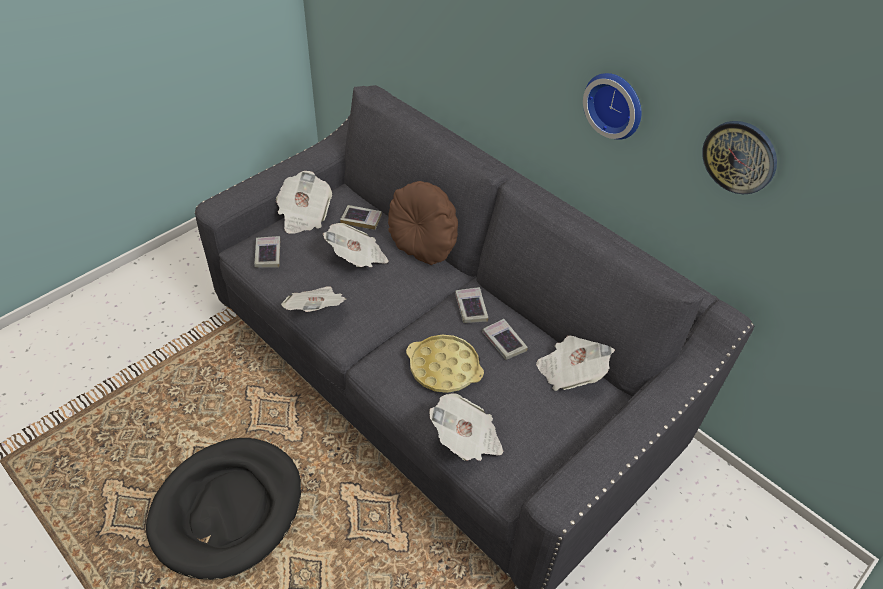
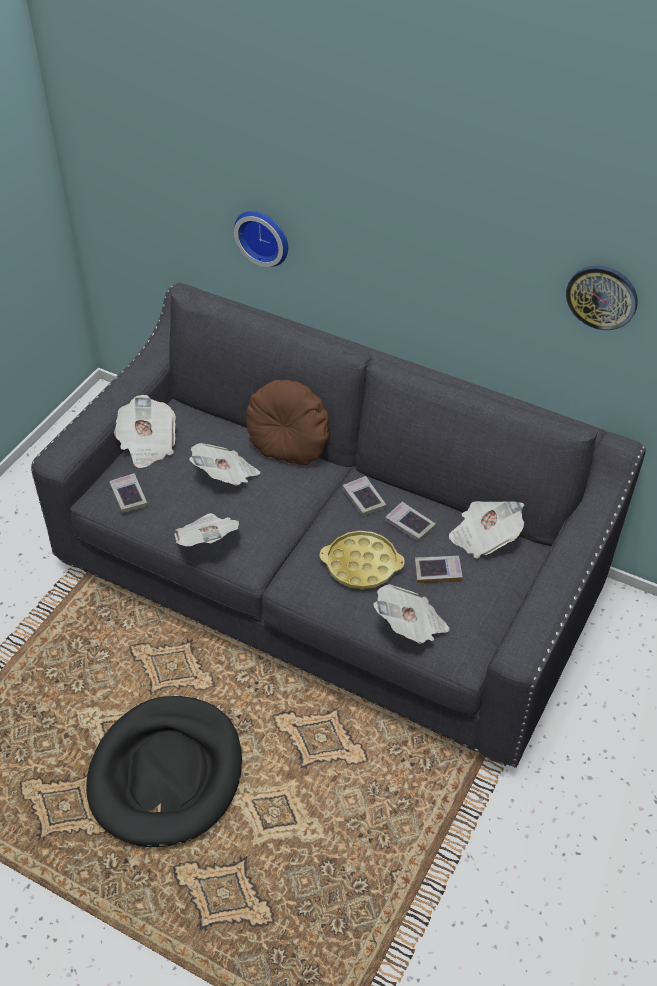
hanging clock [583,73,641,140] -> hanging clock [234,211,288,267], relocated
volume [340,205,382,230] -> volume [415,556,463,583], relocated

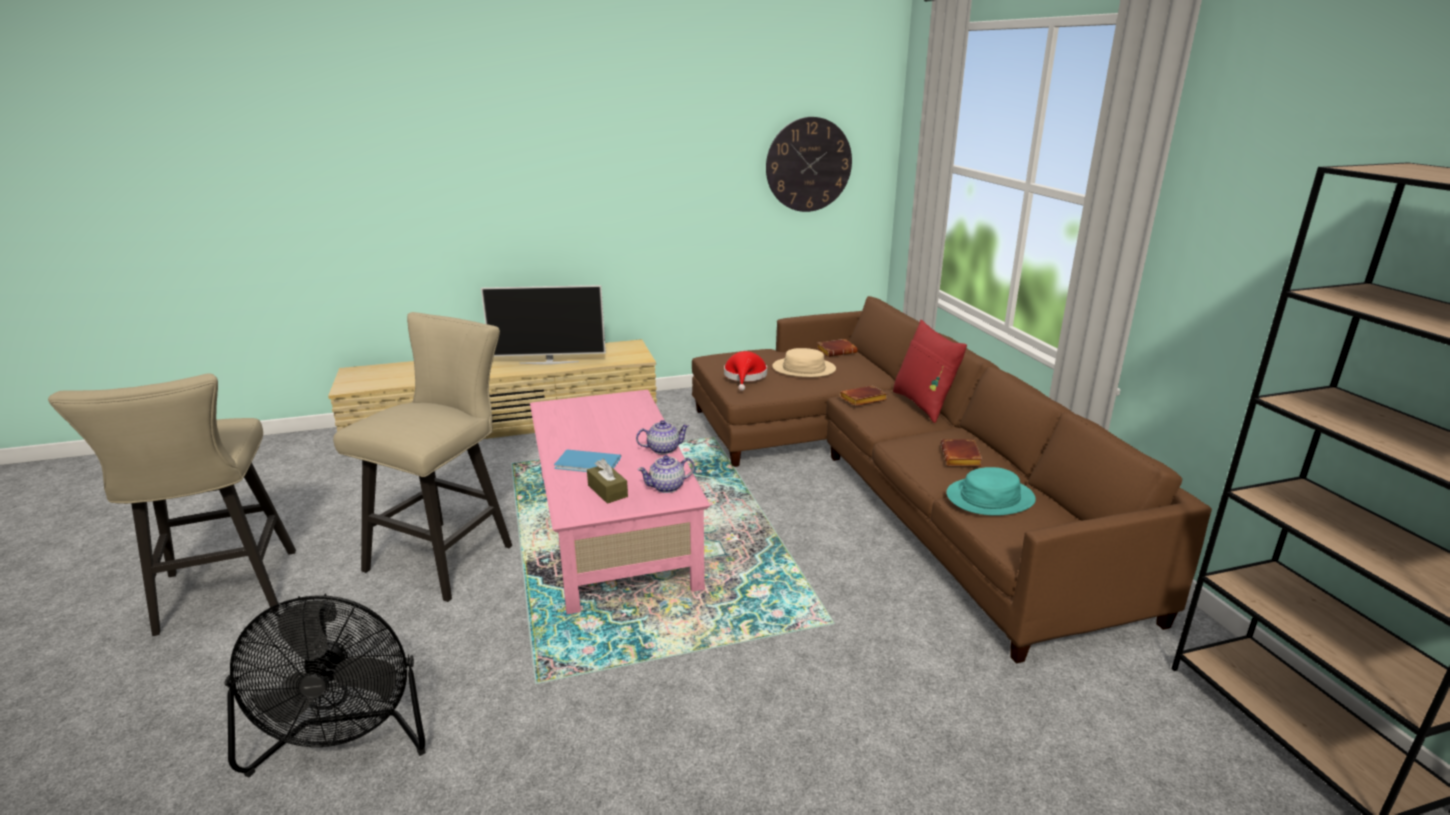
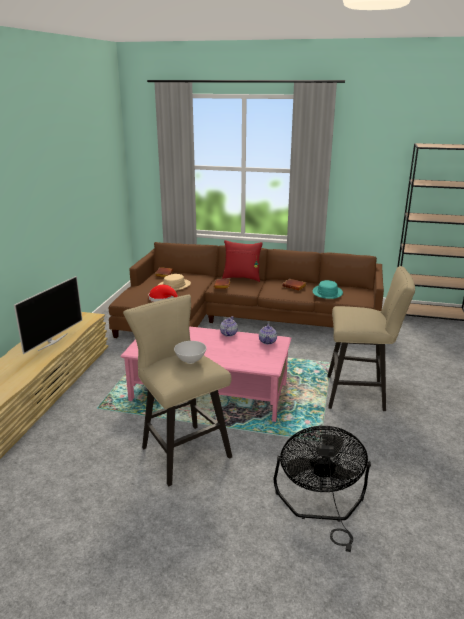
none -> whitish bowl [174,341,206,364]
black fan [224,593,426,778] -> black fan [274,426,371,552], 105 degrees counterclockwise
sand-coloured stool [48,373,296,636] -> sand-coloured stool [327,266,415,411], relocated
blue-coloured volume [554,450,621,472] -> none
brown-coloured box of tissues [587,459,628,504] -> none
hanging clock [766,117,852,212] -> none

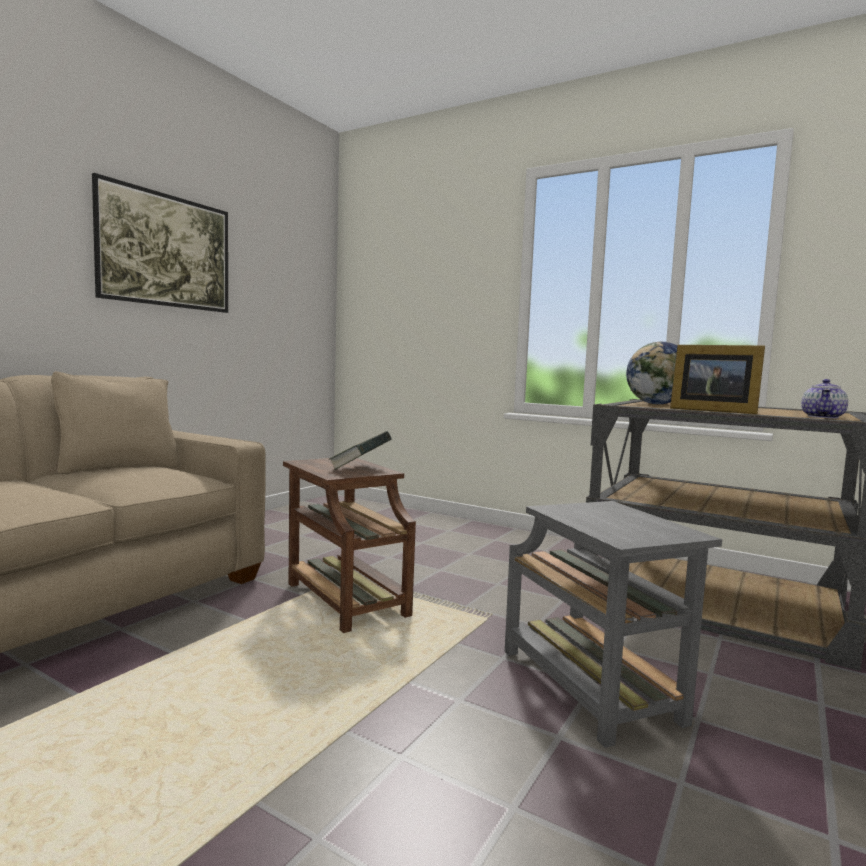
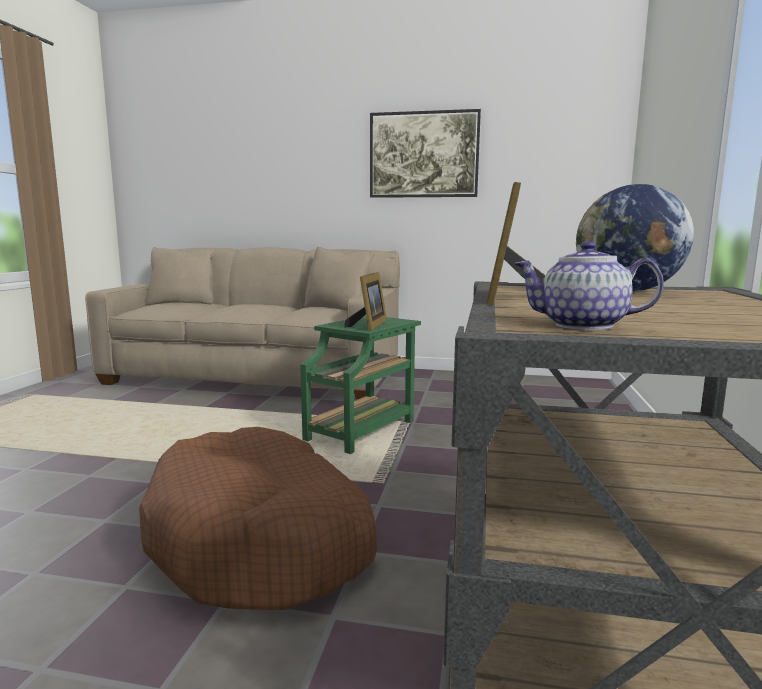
greyish end table [505,501,722,748] -> brown-coloured dog bed [139,427,377,610]
brown-coloured end table [283,458,416,633] -> green-coloured end table [300,316,421,454]
volume [328,431,391,470] -> picture frame [344,272,387,331]

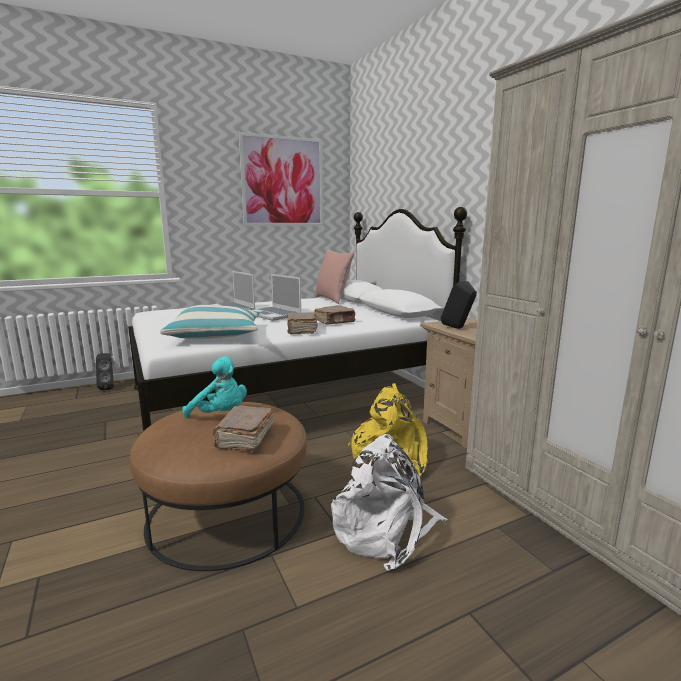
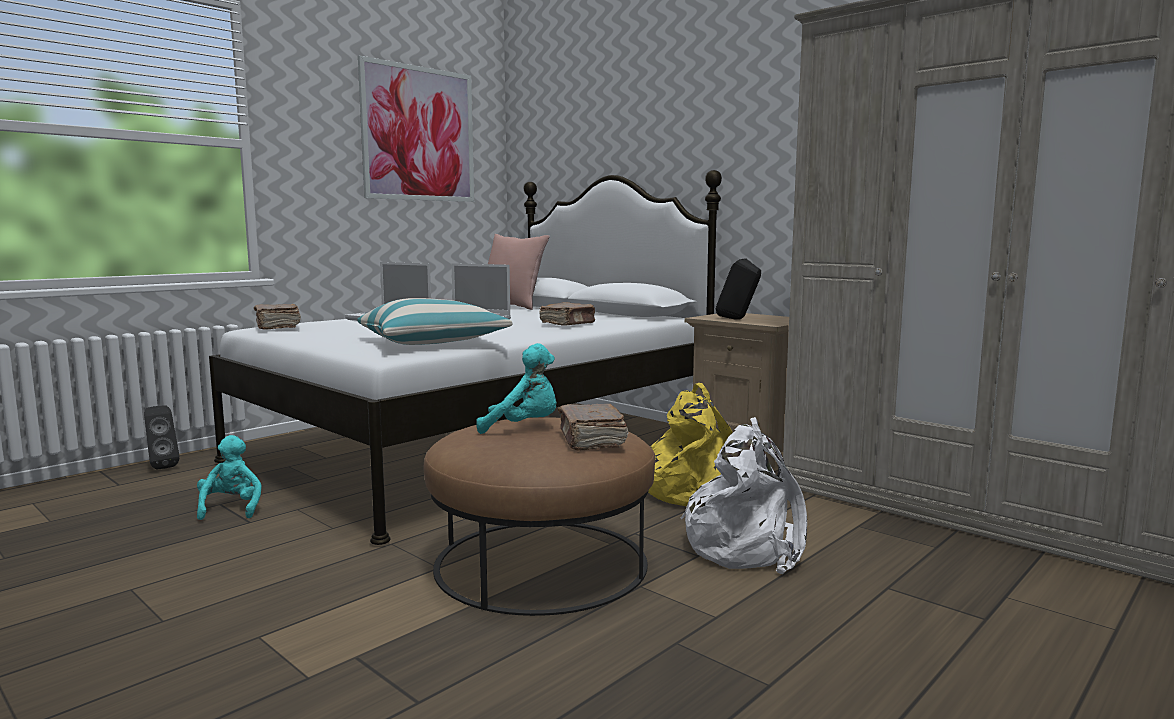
none -> turquoise plush toy [197,435,262,520]
brown-coloured volume [287,312,318,334] -> brown-coloured volume [254,304,301,330], relocated

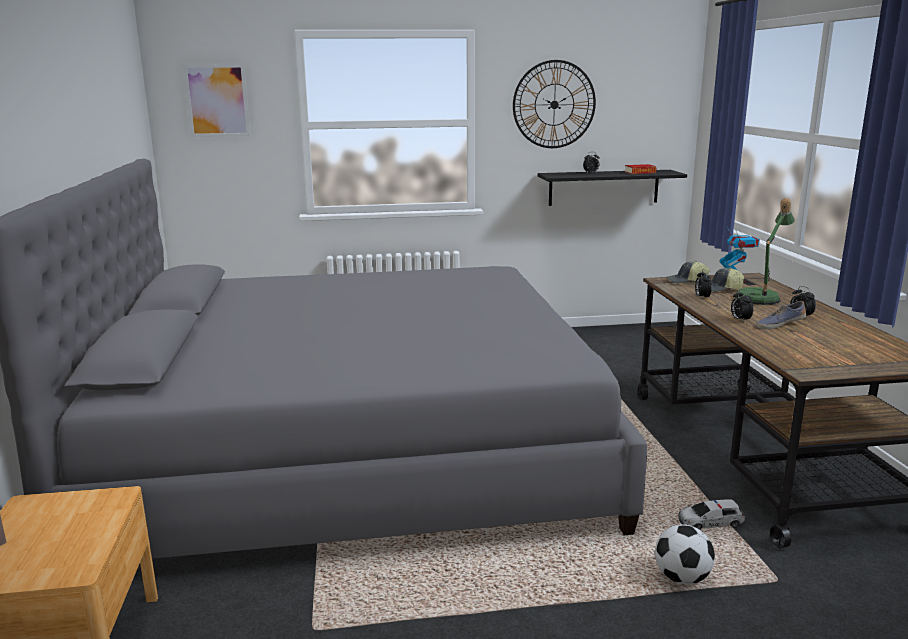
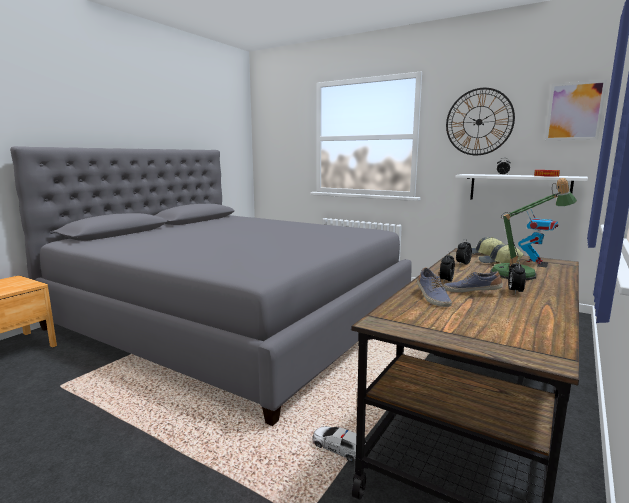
none -> shoe [417,267,452,307]
black bracket shelf [538,170,687,206] -> whitish bracket shelf [455,174,588,199]
wall picture [183,64,250,137] -> wall picture [545,80,607,140], relocated
ball for football [655,524,715,584] -> none

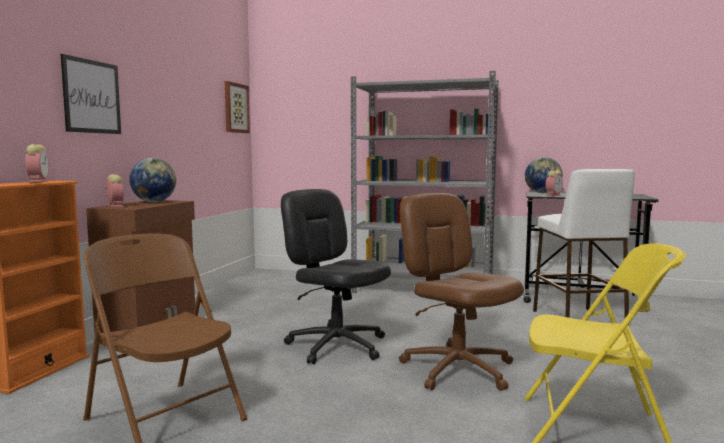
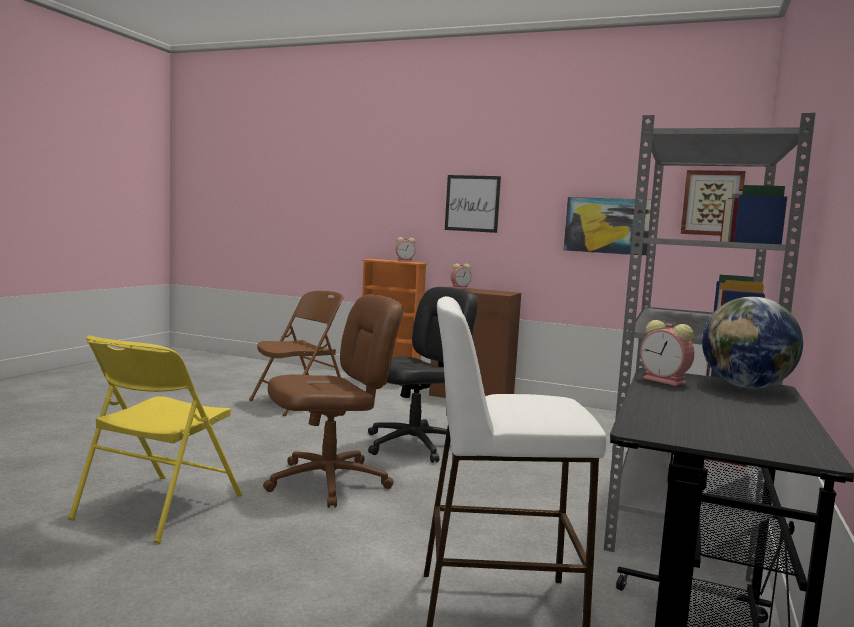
none -> wall picture [563,197,652,256]
desk globe [129,158,176,202] -> none

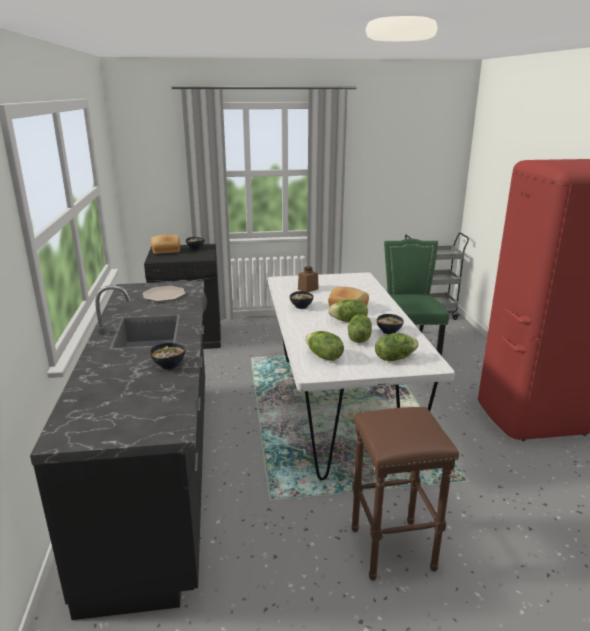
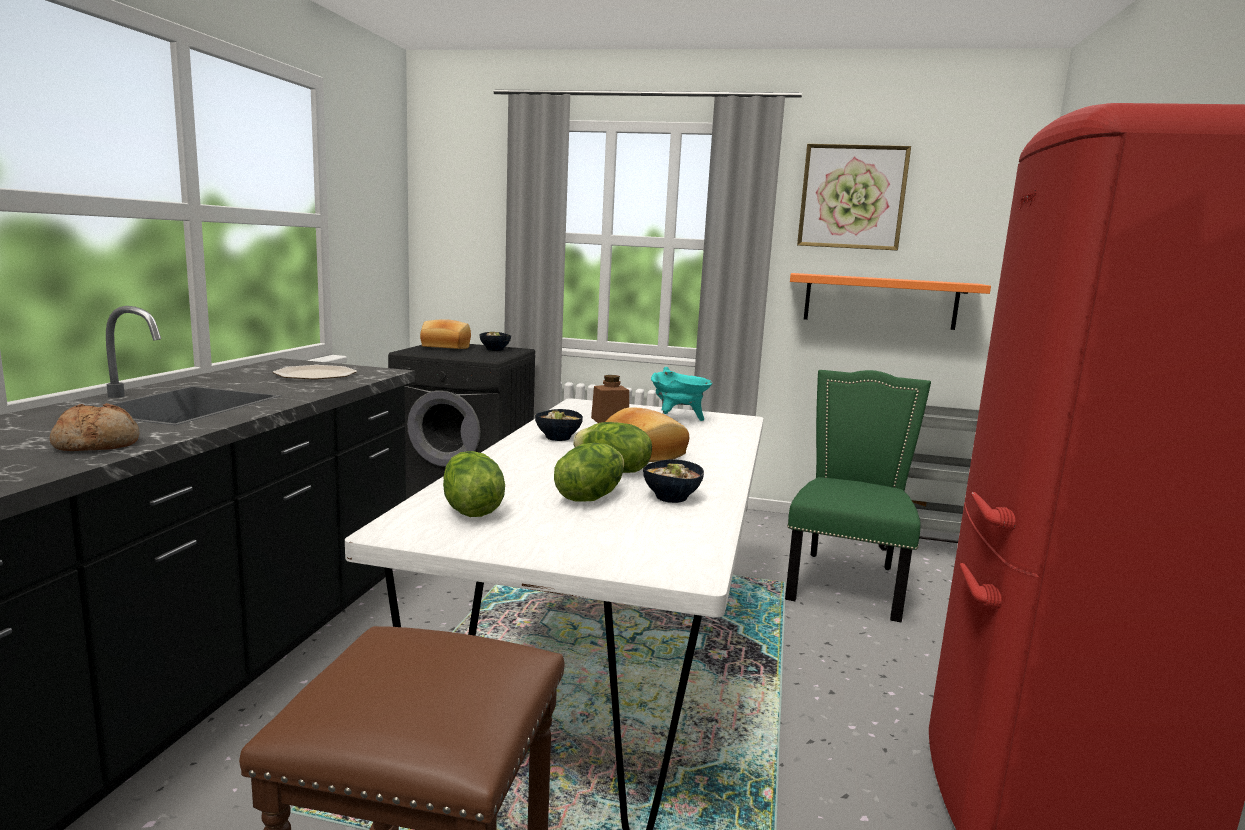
bowl [150,343,185,369] -> bread [50,403,139,451]
none -> turquoise stockpot [651,367,713,421]
none -> orange bracket shelf [790,273,991,330]
none -> wall picture [797,144,911,250]
lettuce head [375,333,419,361] -> none

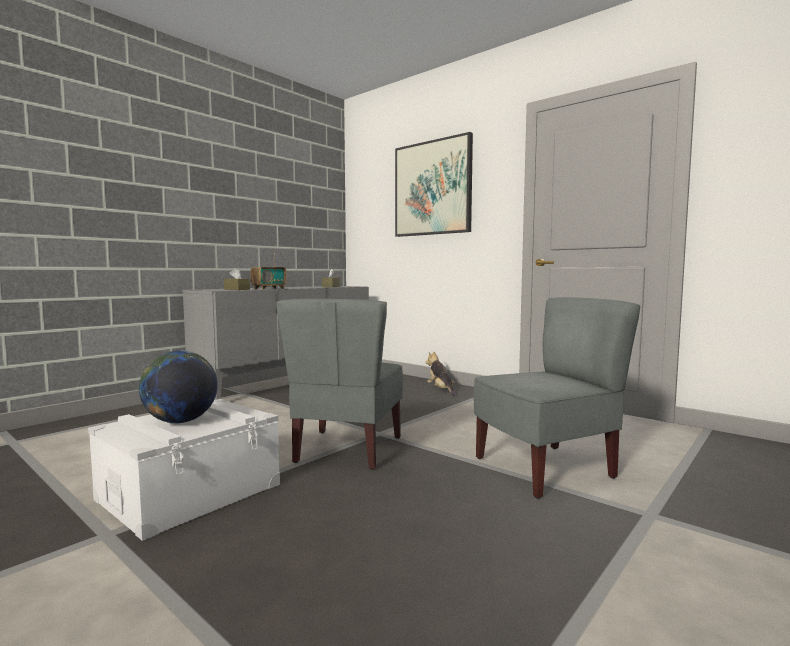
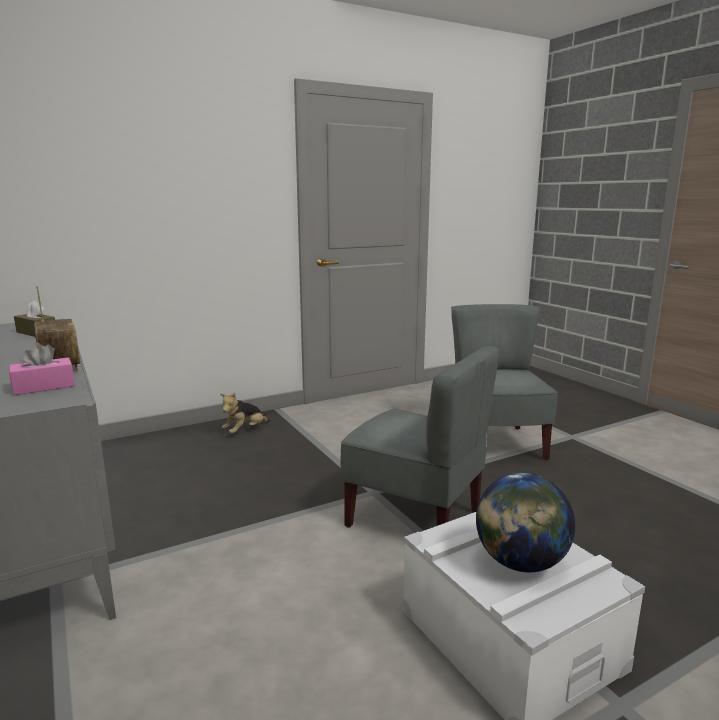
brown-coloured box of tissues [224,268,250,290] -> pink box of tissues [9,343,75,395]
plush toy [426,351,457,397] -> plush toy [220,393,270,433], 45 degrees counterclockwise
wall picture [395,132,473,237] -> none

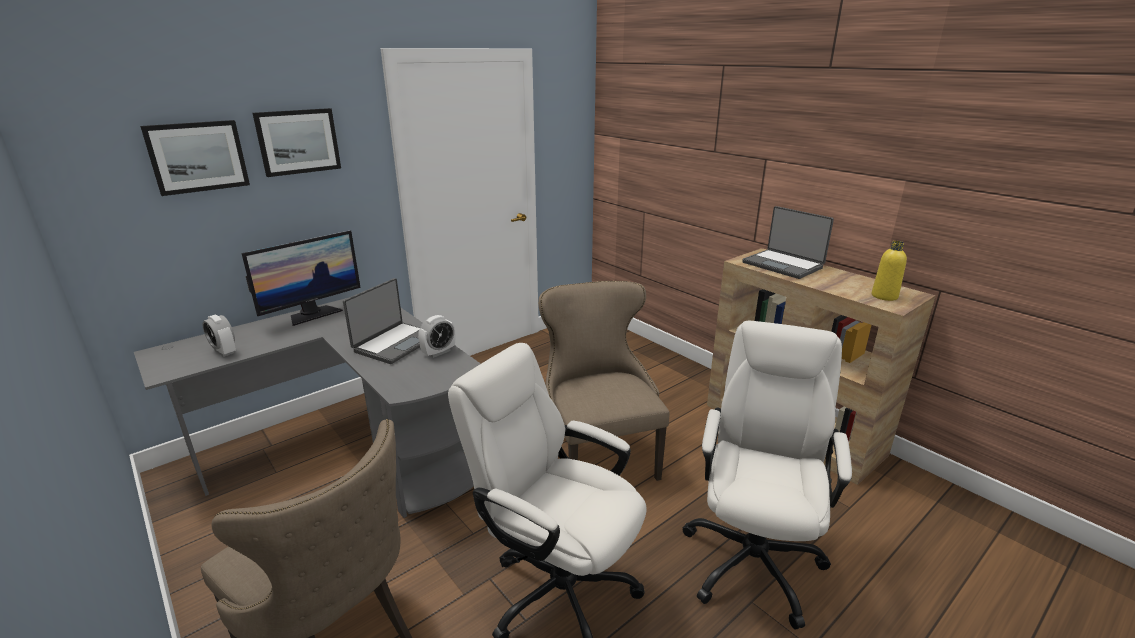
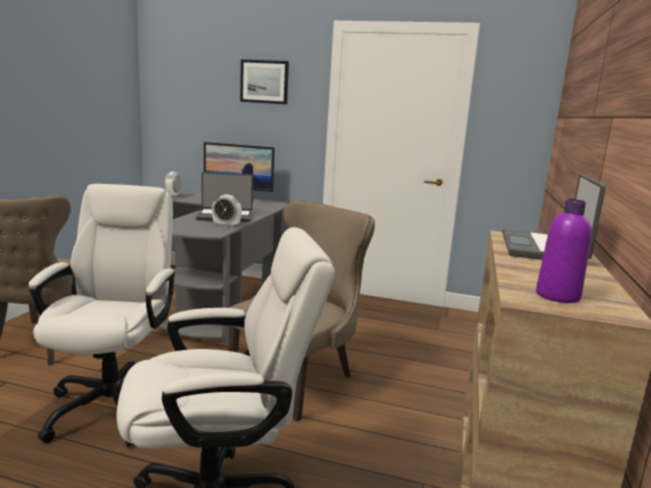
yellowish bottle [872,241,907,301] -> purple bottle [536,199,592,303]
wall picture [140,120,250,196] -> none

